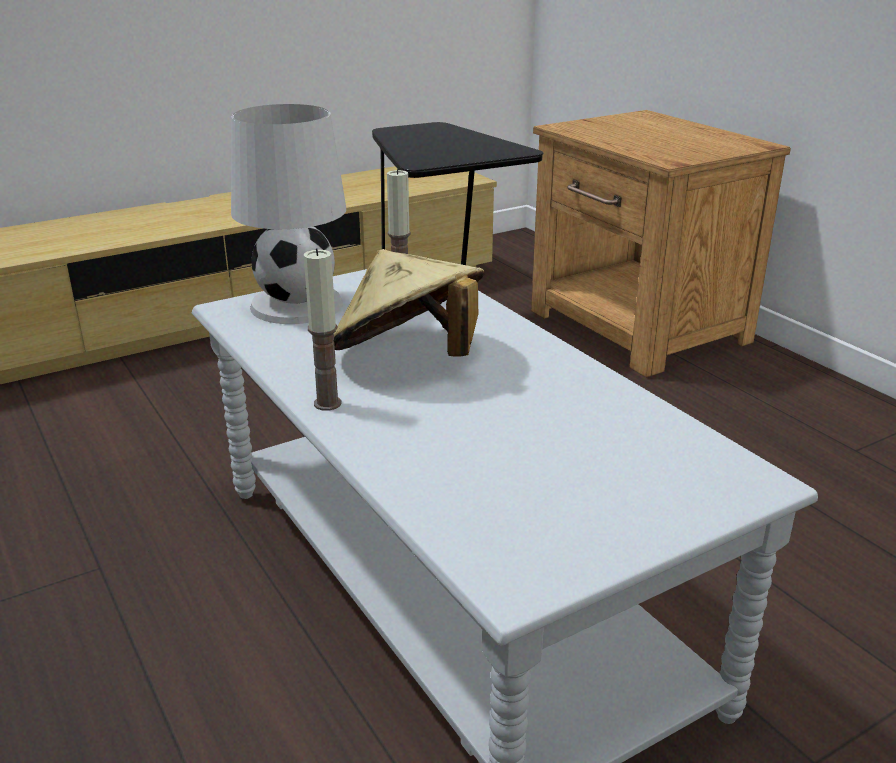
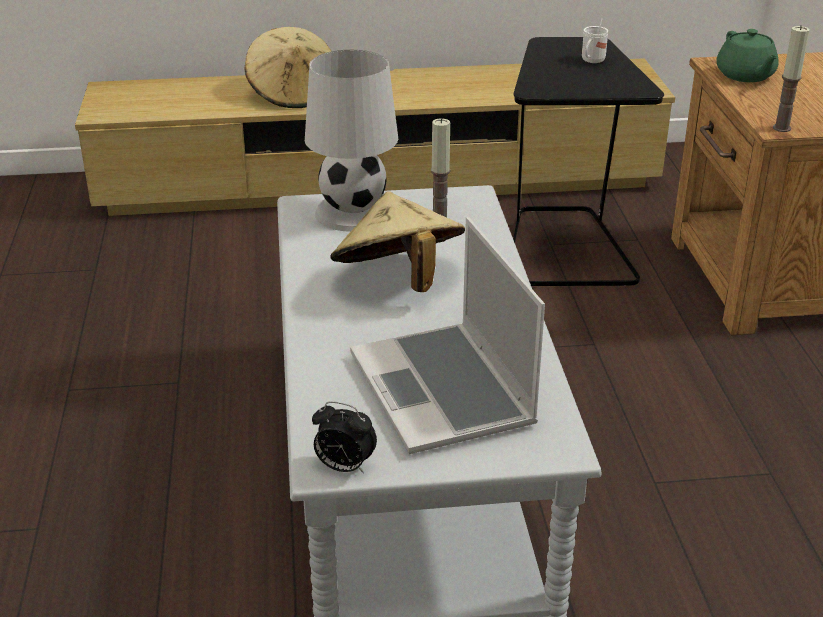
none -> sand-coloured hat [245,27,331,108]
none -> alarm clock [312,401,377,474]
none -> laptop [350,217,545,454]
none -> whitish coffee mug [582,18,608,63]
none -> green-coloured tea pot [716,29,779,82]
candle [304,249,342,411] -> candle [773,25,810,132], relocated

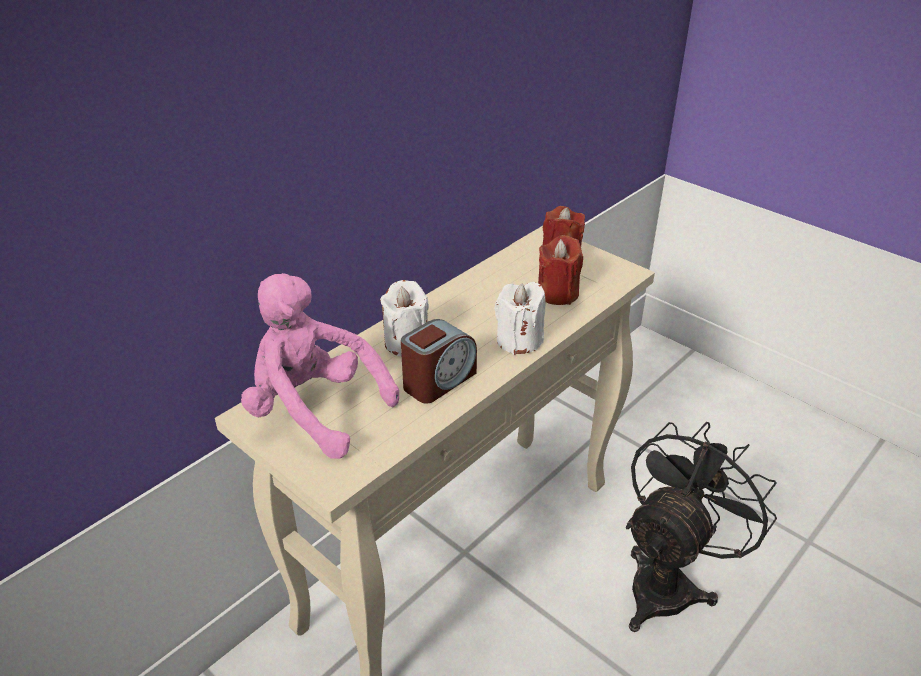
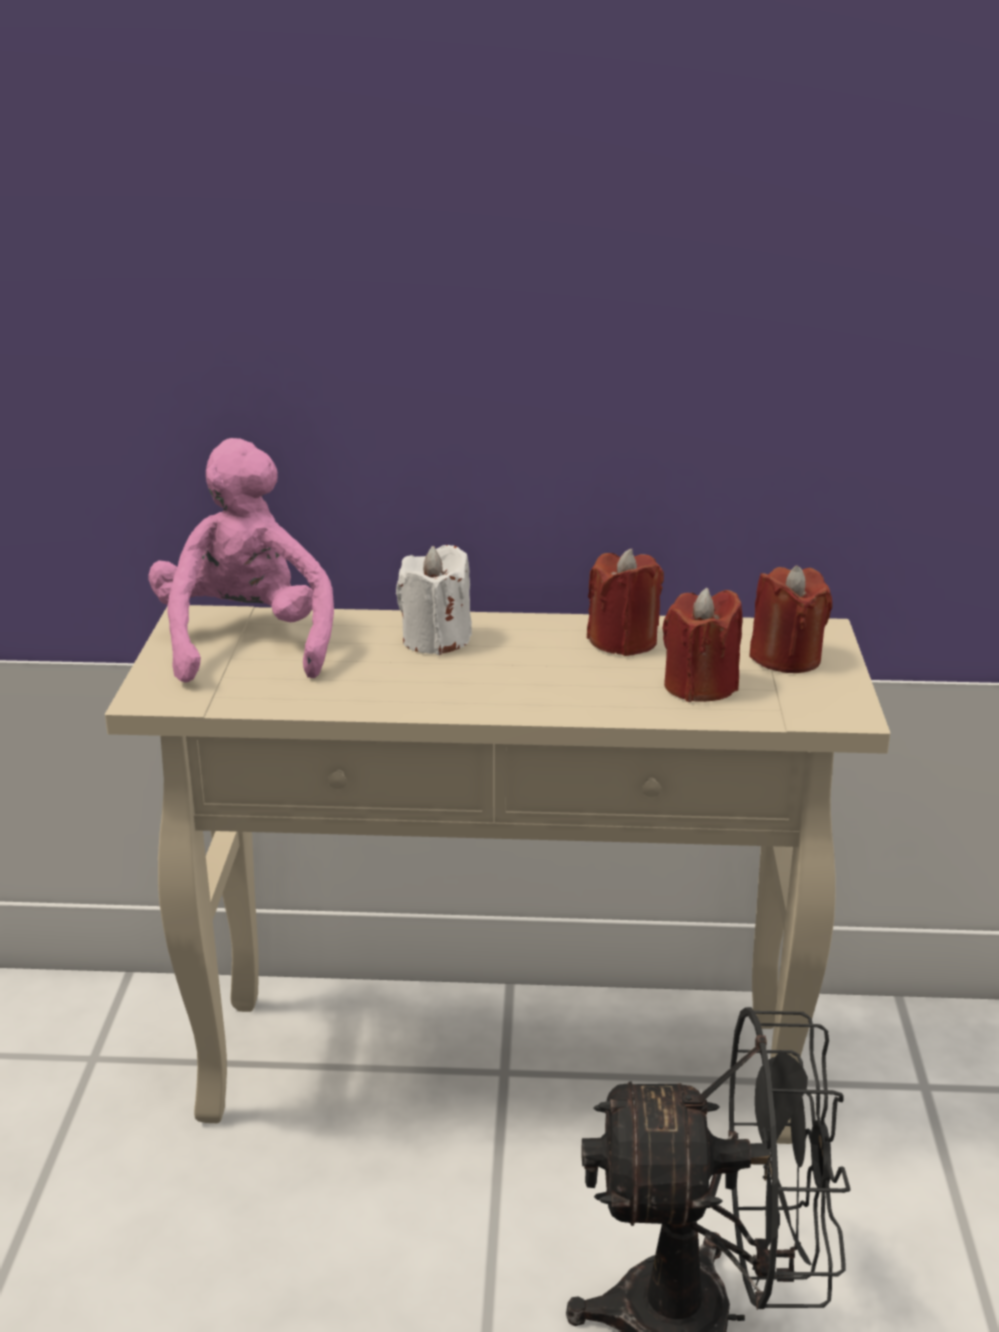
none -> reddish candle [587,549,664,656]
alarm clock [401,319,477,404] -> none
whitish candle [494,282,546,355] -> none

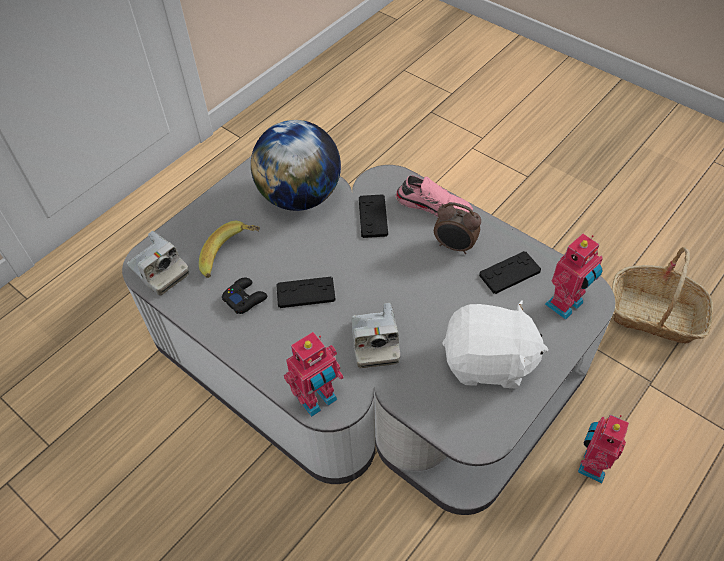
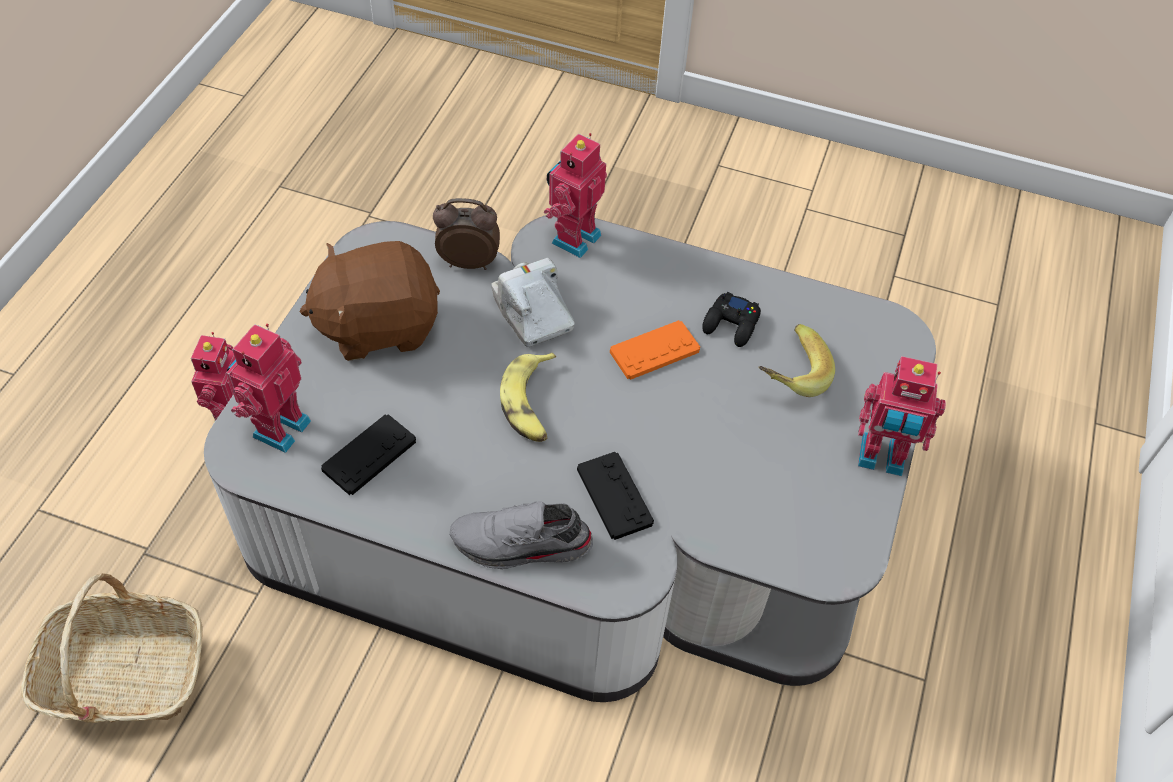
whitish plush toy [442,301,549,388] -> brown-coloured plush toy [299,241,440,361]
alarm clock [434,202,481,254] -> alarm clock [433,198,500,270], relocated
pink shoe [395,175,473,217] -> greyish shoe [450,501,593,569]
none -> whole banana [500,353,556,442]
black joypad [276,277,336,308] -> orange joypad [610,320,700,380]
none -> model robot [858,356,946,476]
photo camera [127,231,189,295] -> none
desk globe [251,120,341,211] -> none

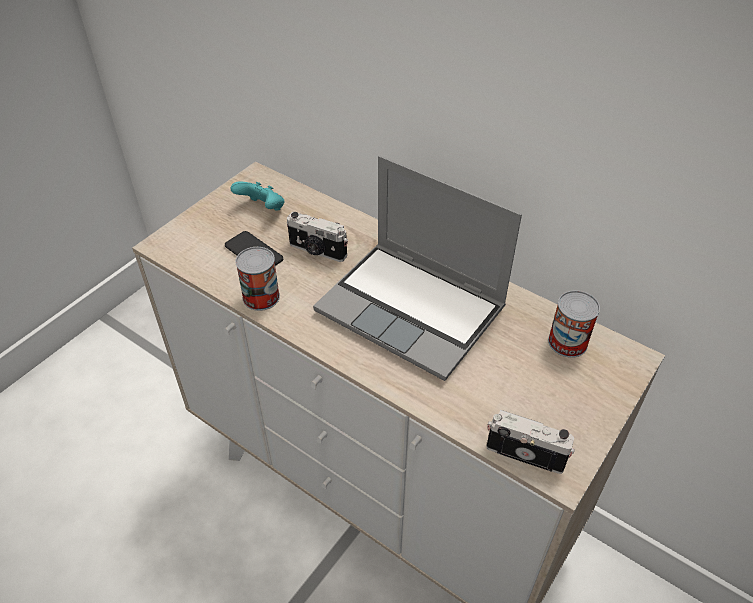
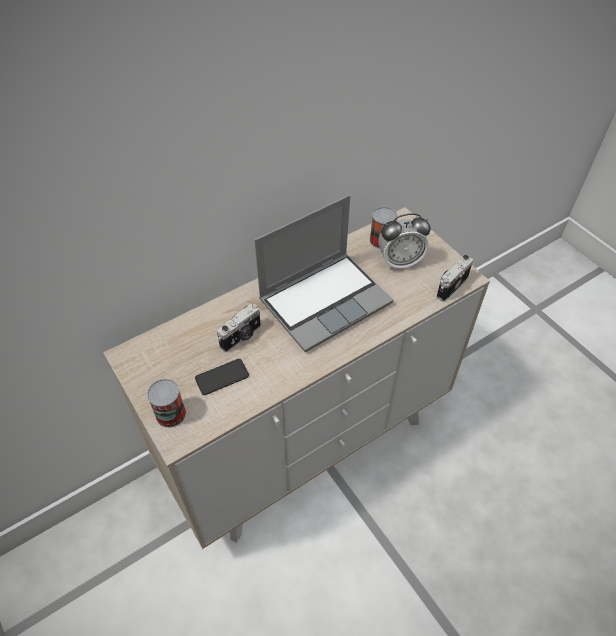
sealed can [235,247,280,311] -> sealed can [147,379,186,428], relocated
none -> alarm clock [378,213,431,270]
turquoise joypad [231,182,284,211] -> none

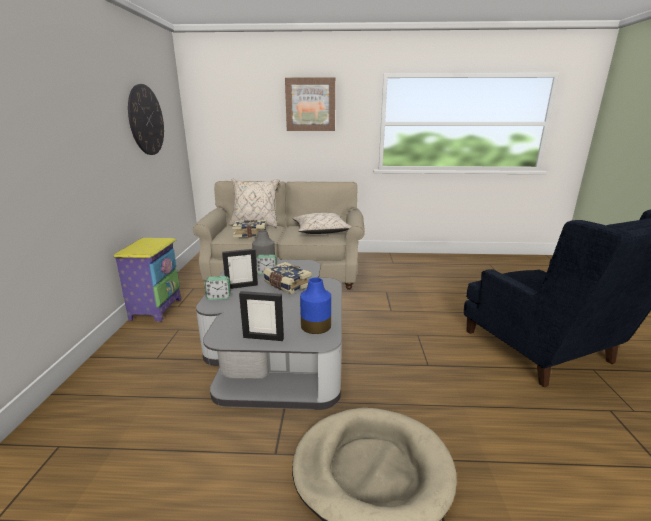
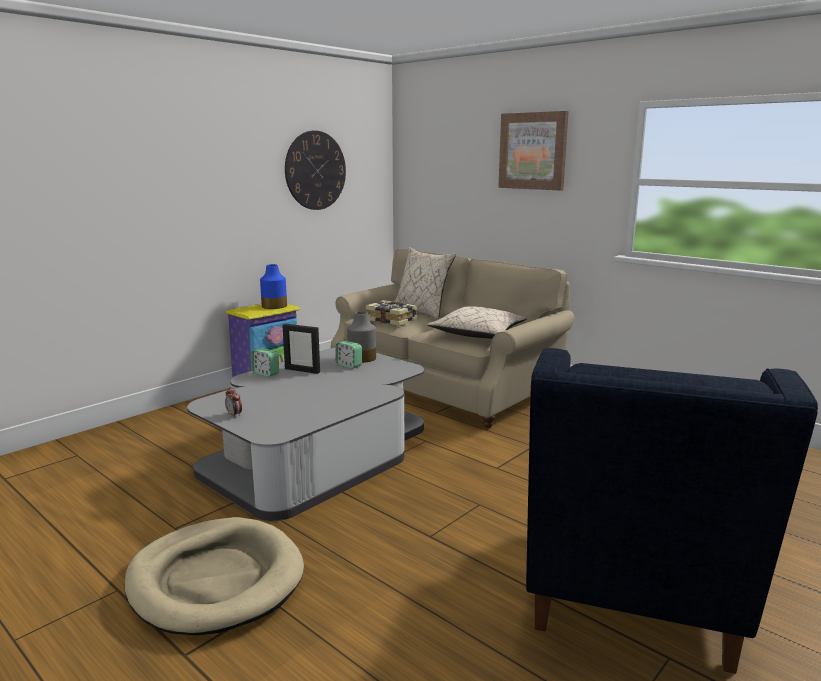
picture frame [239,291,284,341] -> alarm clock [225,387,242,418]
blue-coloured flower vase [300,277,331,334] -> blue-coloured flower vase [260,264,287,309], relocated
volume [263,262,312,294] -> none

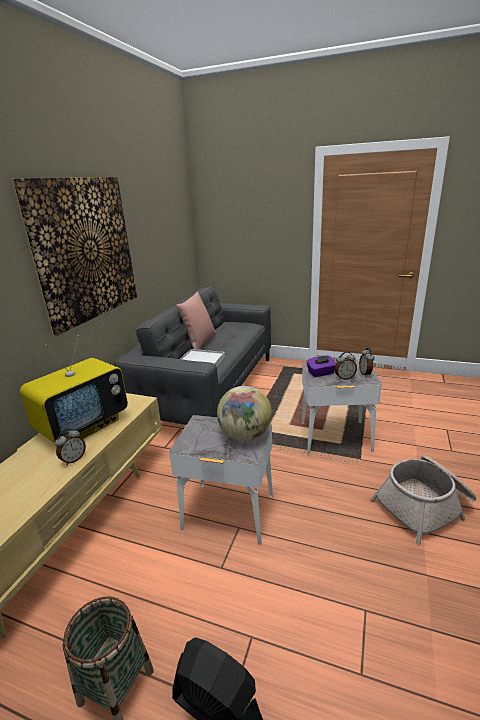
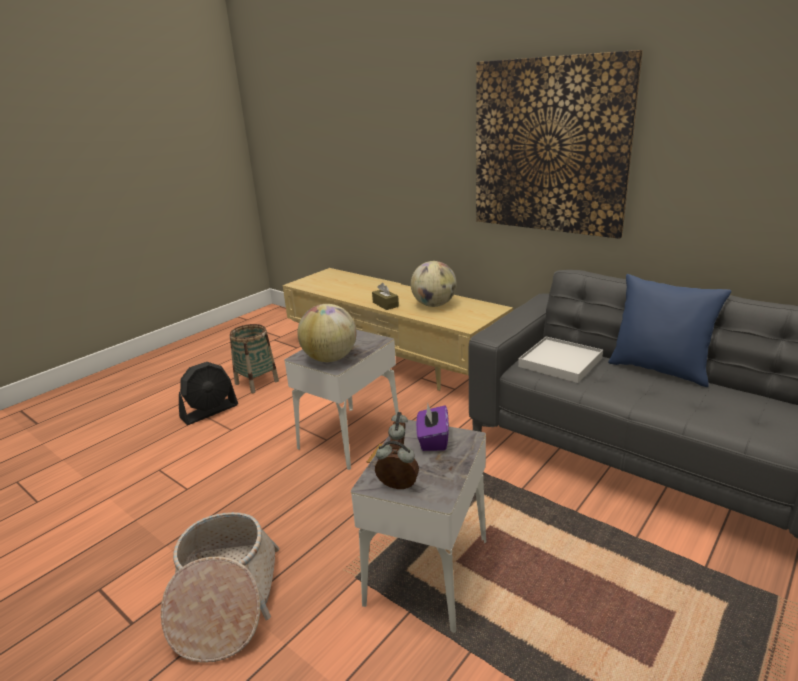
alarm clock [55,428,86,465] -> brown-coloured box of tissues [372,283,399,310]
TV set [20,335,128,443] -> desk globe [411,261,457,307]
pink cushion [177,292,216,350] -> blue-coloured cushion [608,274,731,387]

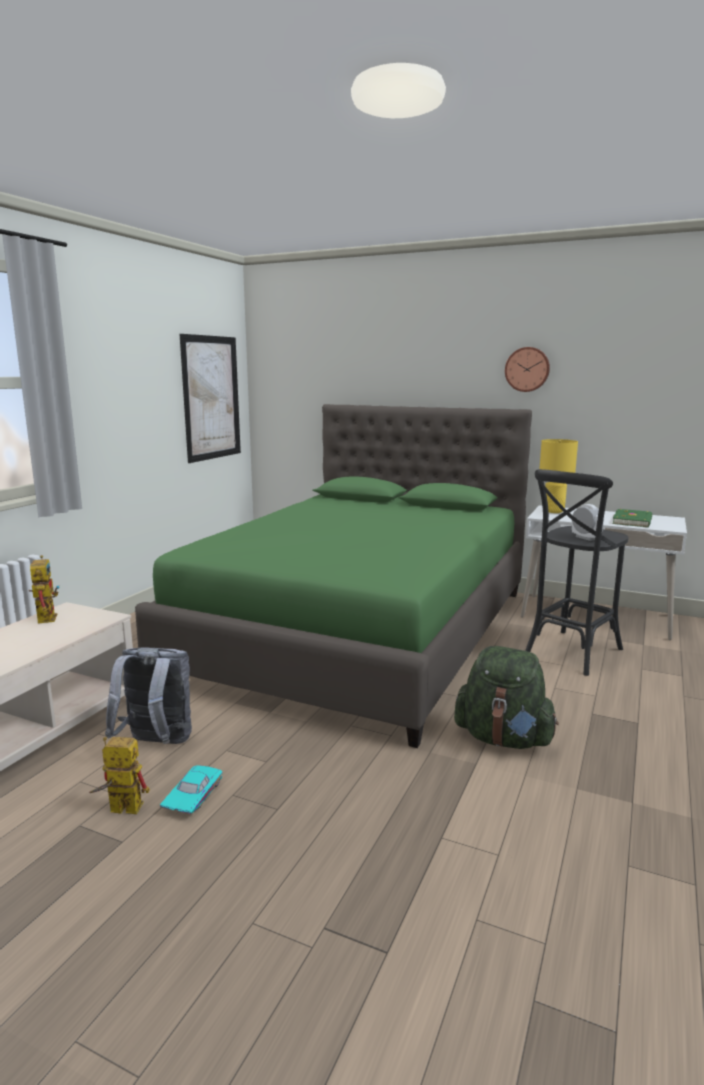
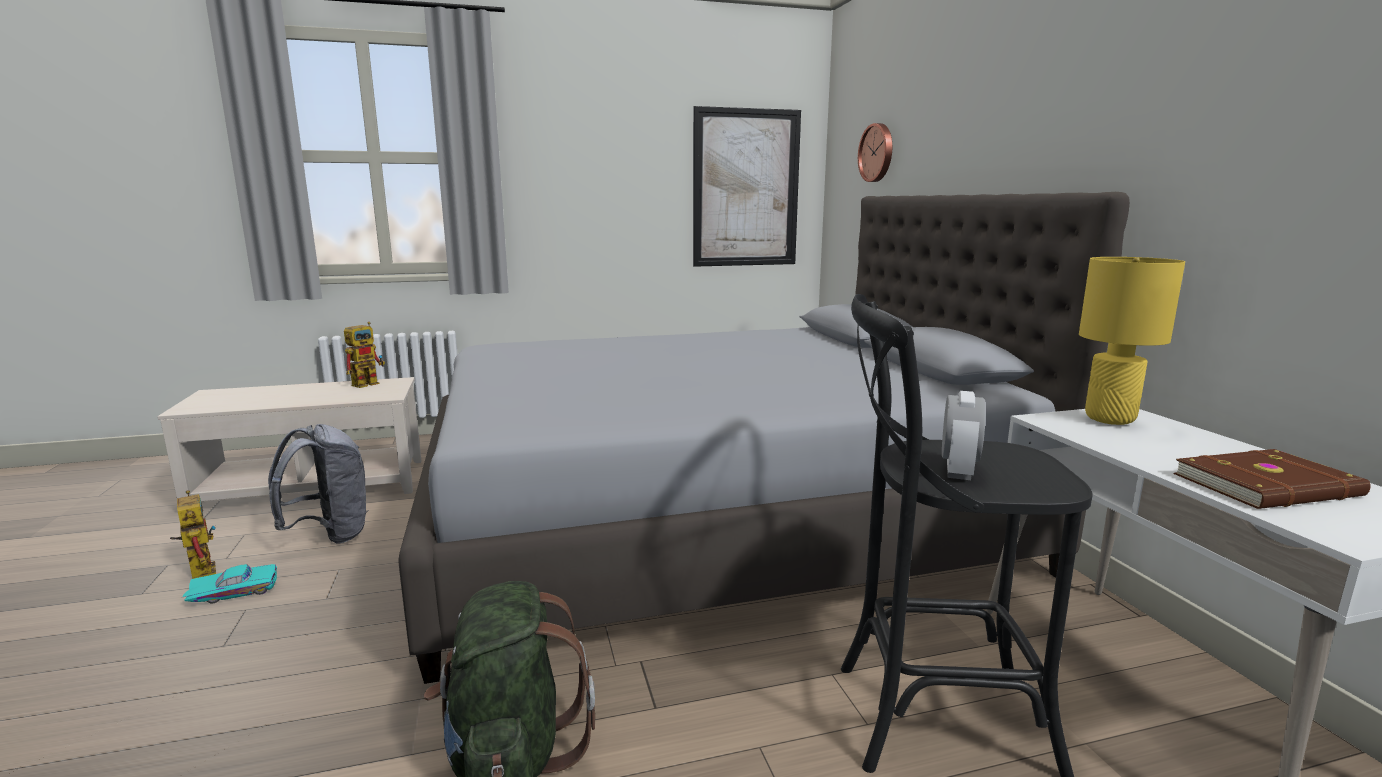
green-coloured bed [135,404,532,748] -> greyish bed [398,192,1130,684]
hanging clock [505,347,550,392] -> hanging clock [858,123,892,182], relocated
green-coloured volume [612,509,652,527] -> brown-coloured volume [1173,449,1371,509]

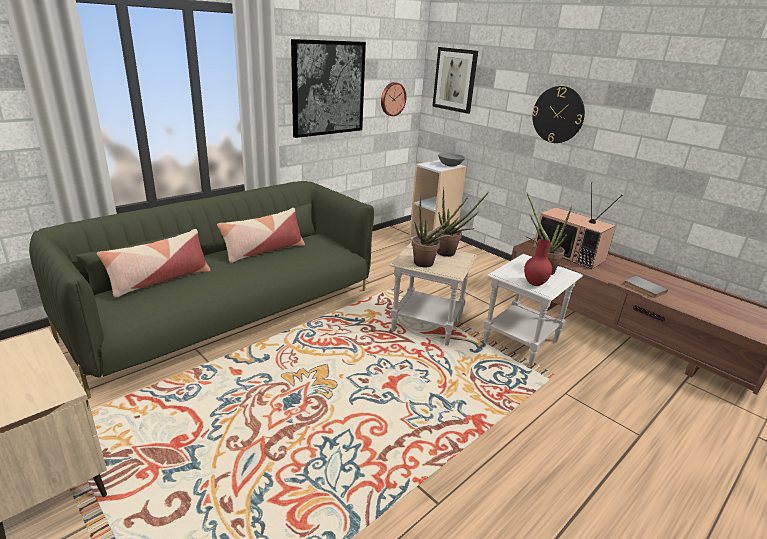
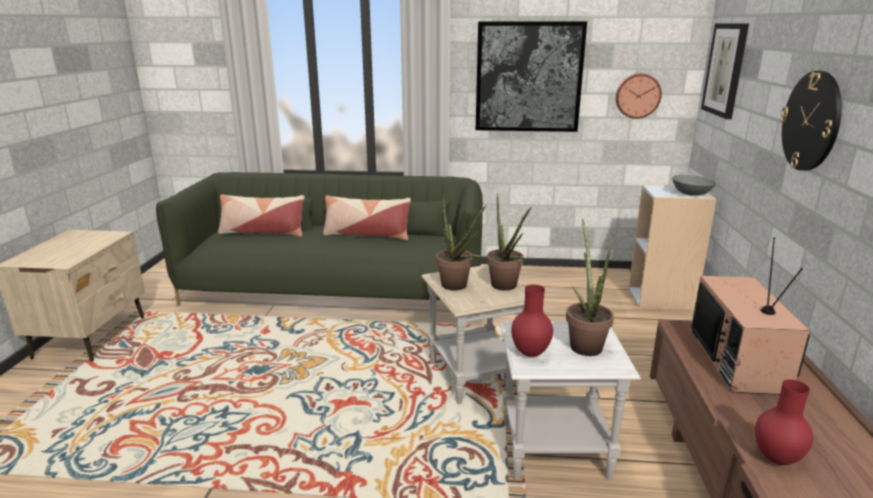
greyish volume [624,276,668,298] -> reddish flower vase [755,379,813,465]

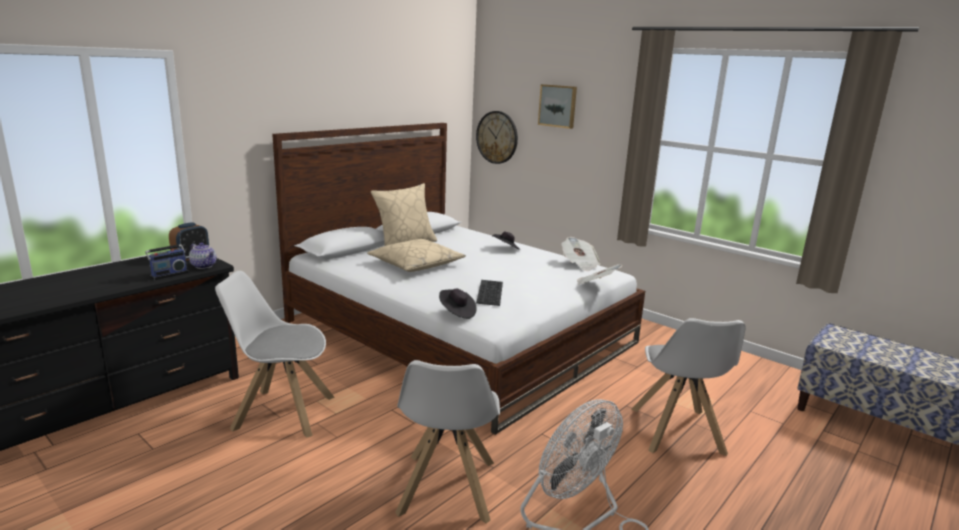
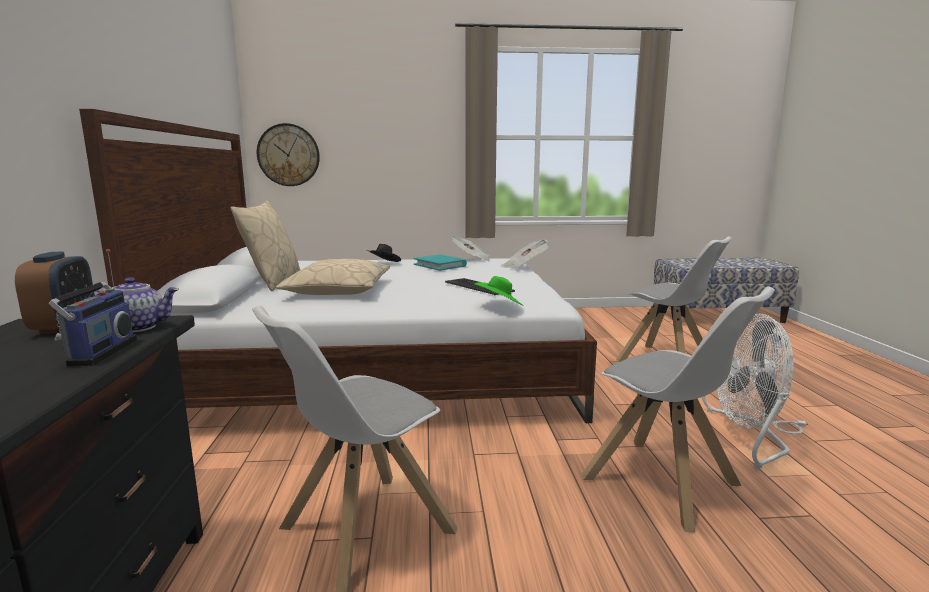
none -> turquoise volume [414,254,467,271]
black hat [439,288,476,319] -> green-coloured hat [475,276,523,306]
wall picture [538,84,577,129] -> none

